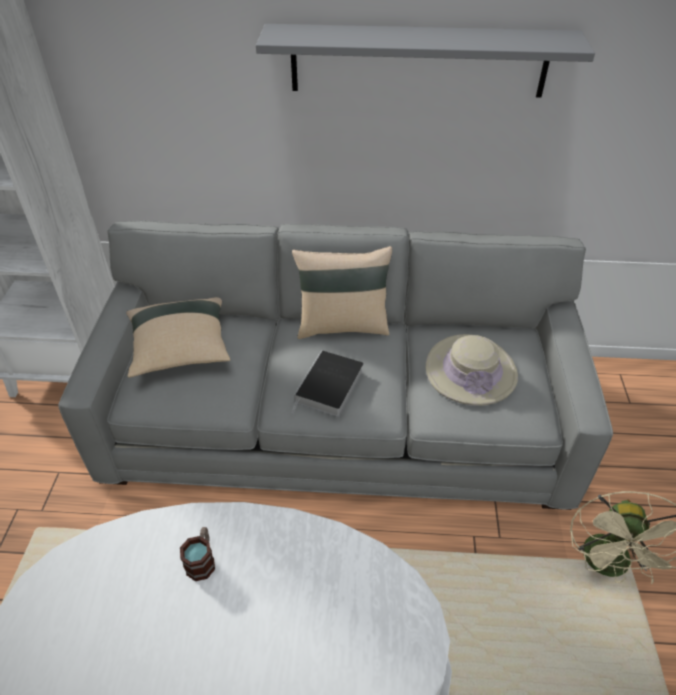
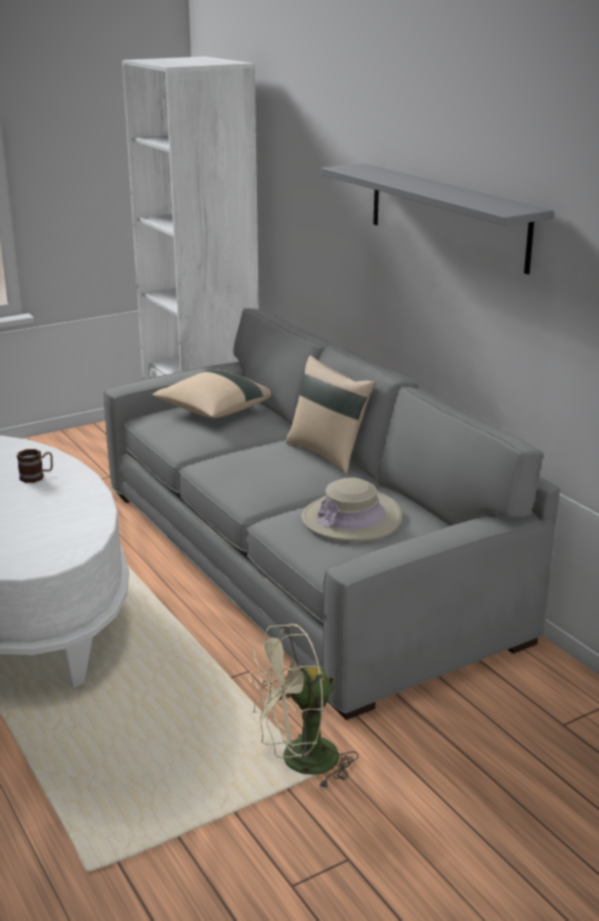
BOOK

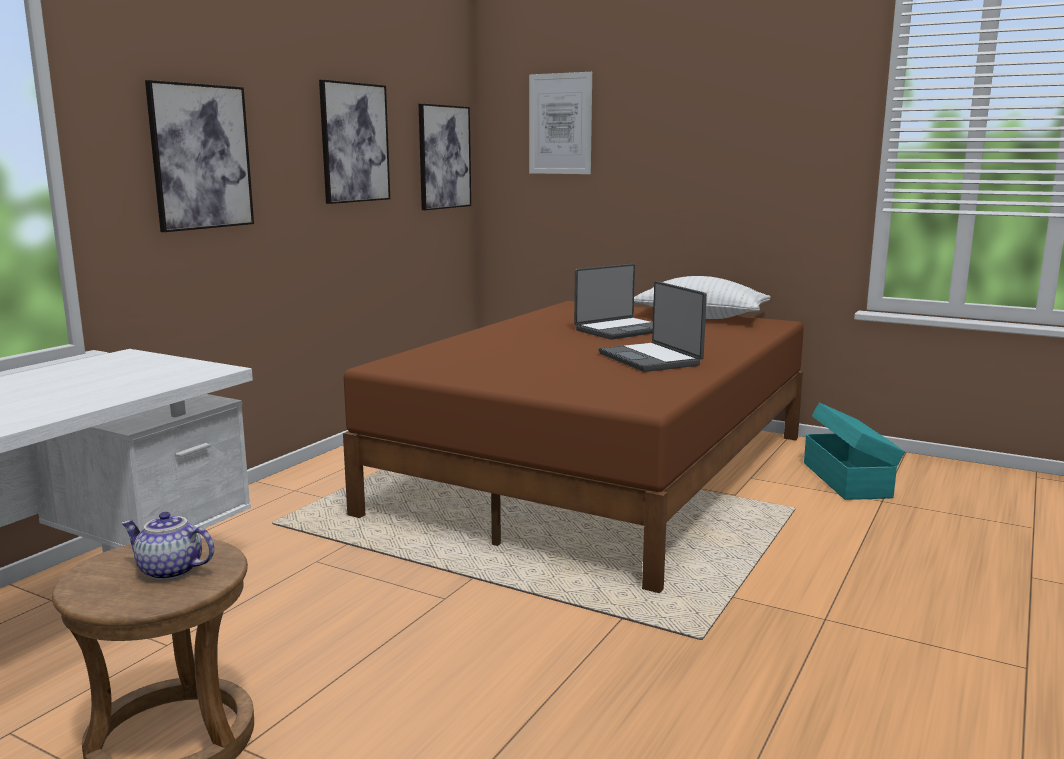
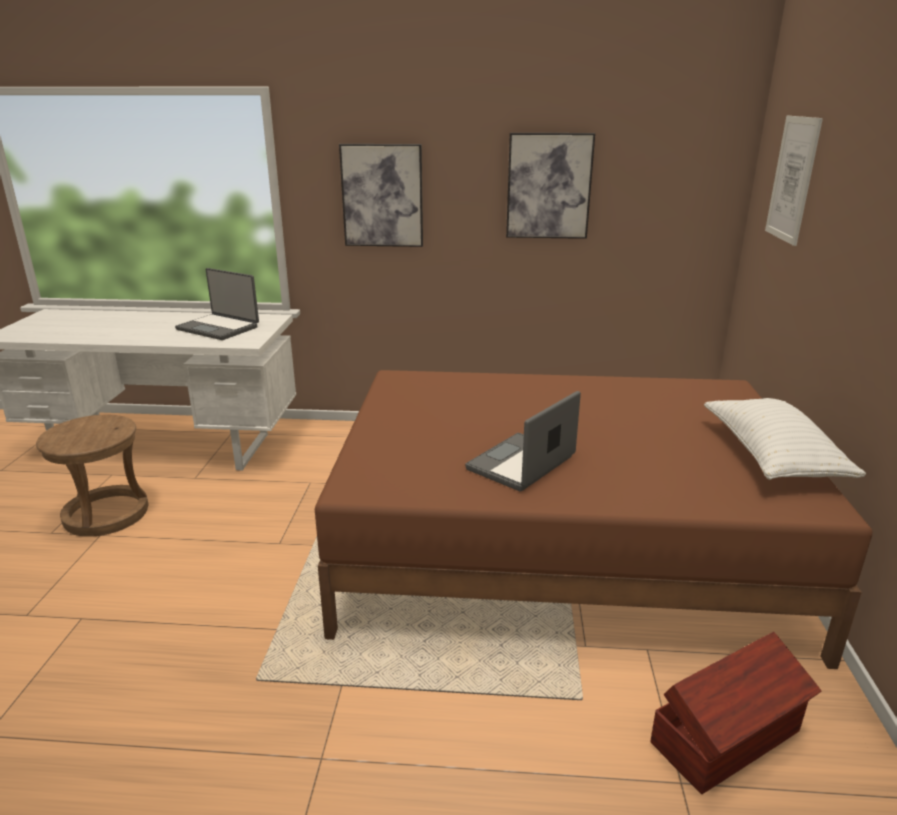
TEAPOT
WALL ART (no. 3 from left in the first image)
PORTABLE COMPUTER (no. 1 from left)
BROWN STORAGE BIN

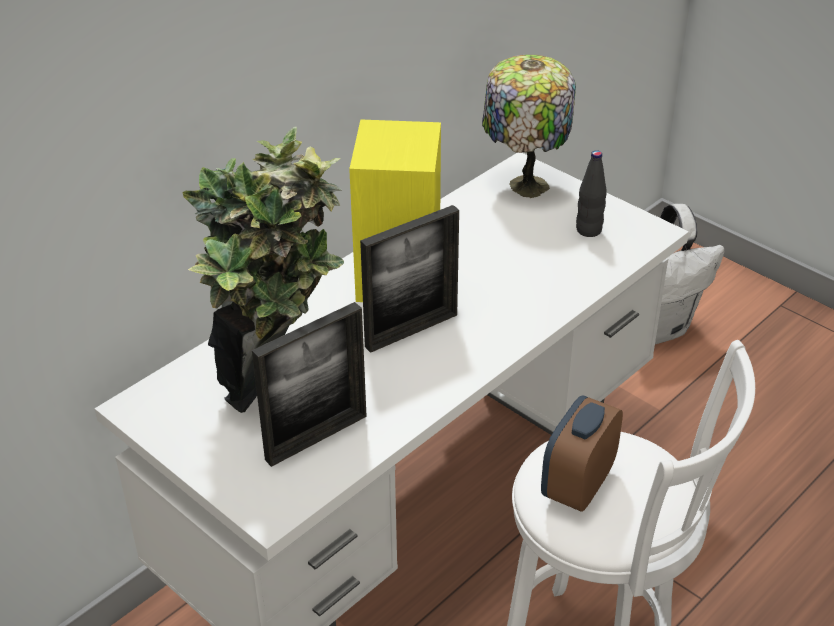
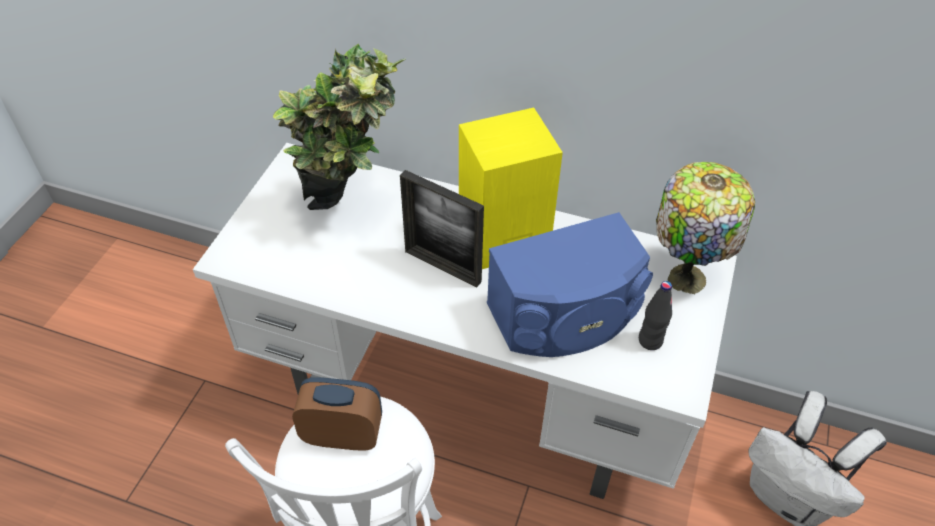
PICTURE FRAME (no. 1 from left in the first image)
BLUE SPEAKER

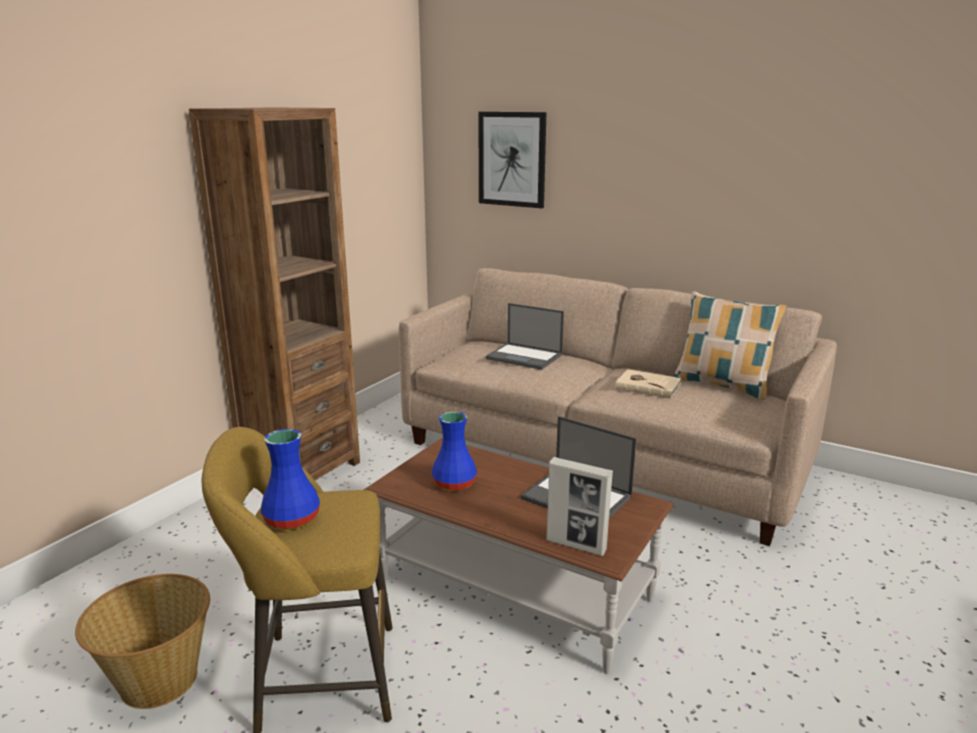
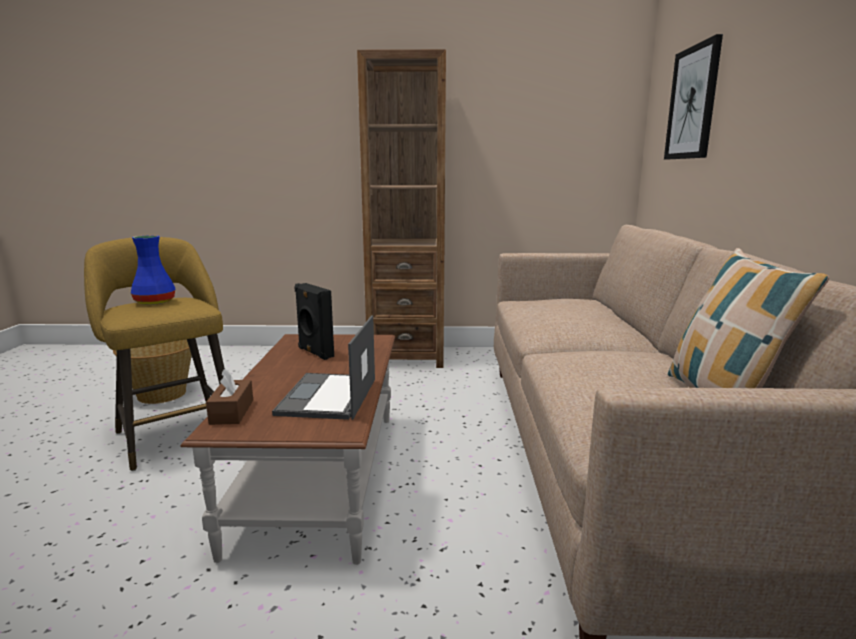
PORTABLE COMPUTER (no. 1 from left in the first image)
BEIGE-COLOURED BOOK
BLACK SPEAKER
BROWN BOX OF TISSUES

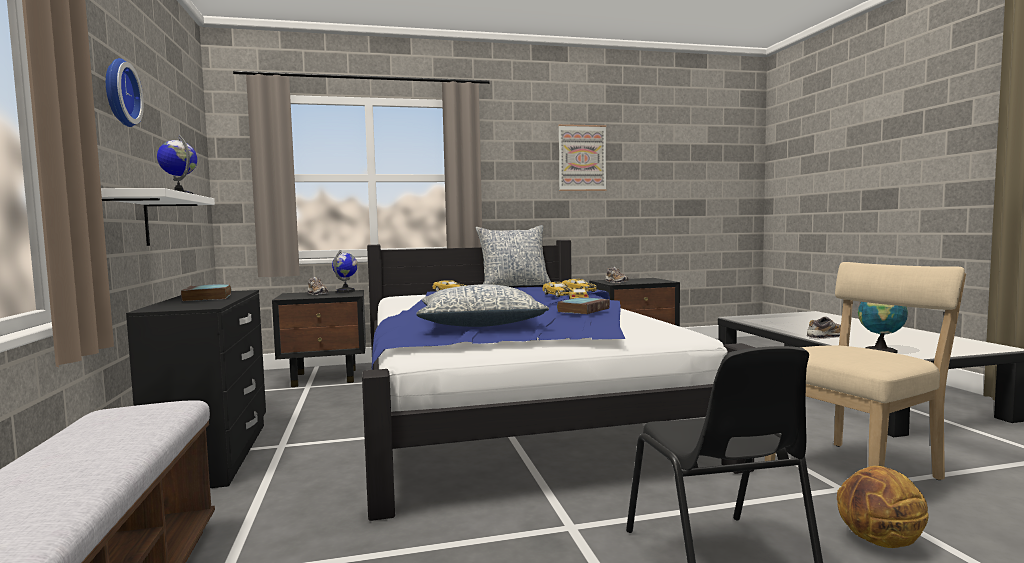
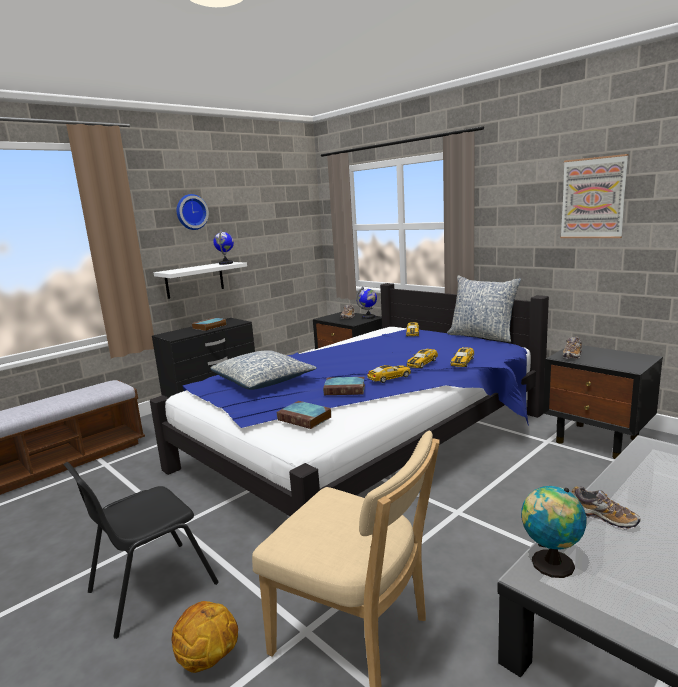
BOOK (no. 2 from left)

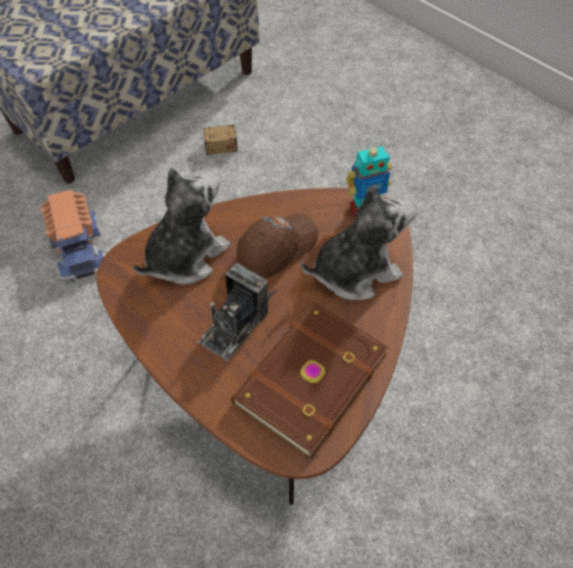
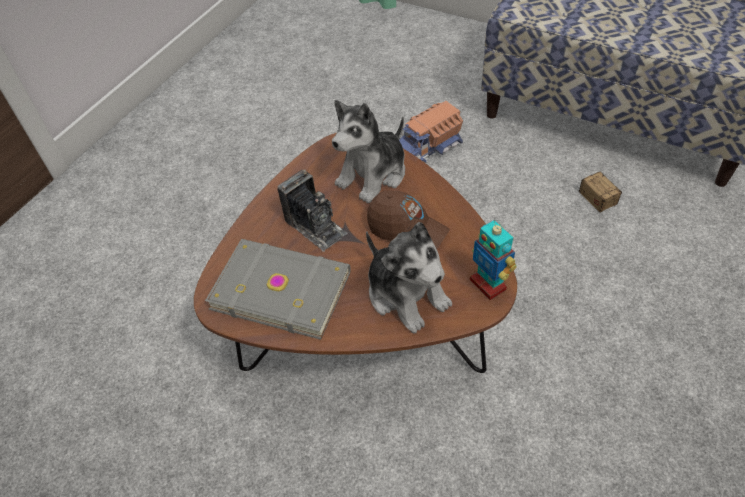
GRAY BOOK
CUDDLY TOY (no. 1 from left)
STILL CAMERA

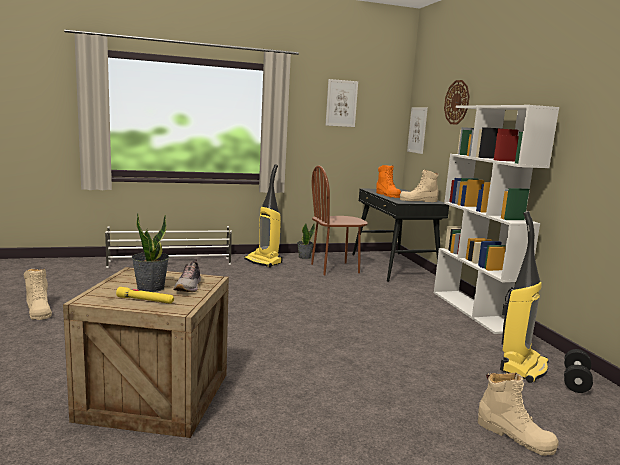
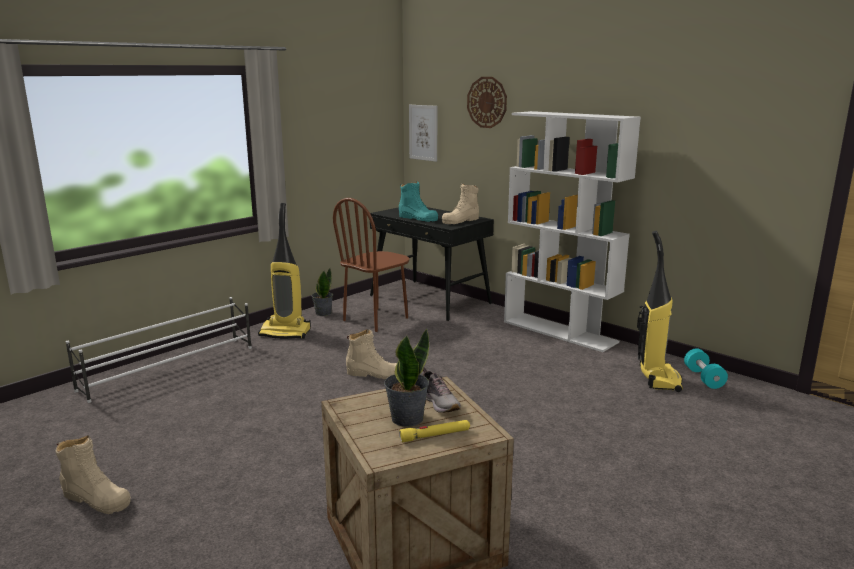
WALL ART (no. 1 from left in the first image)
BEIGE-COLOURED TALL BOOT (no. 2 from left)
BLUE-GREEN TALL BOOT
BLUE-GREEN FREE WEIGHT

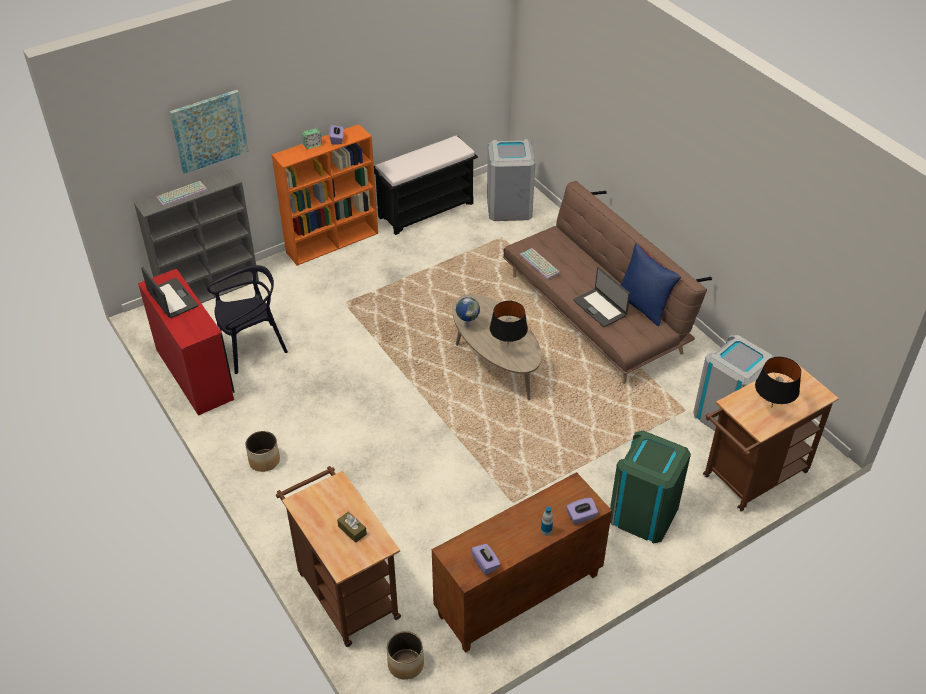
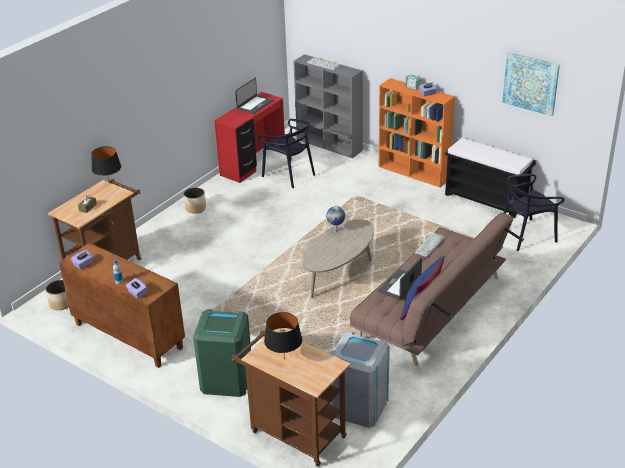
WALL ART
BLACK TABLETOP LAMP (no. 1 from left)
BLACK CHAIR (no. 2 from left)

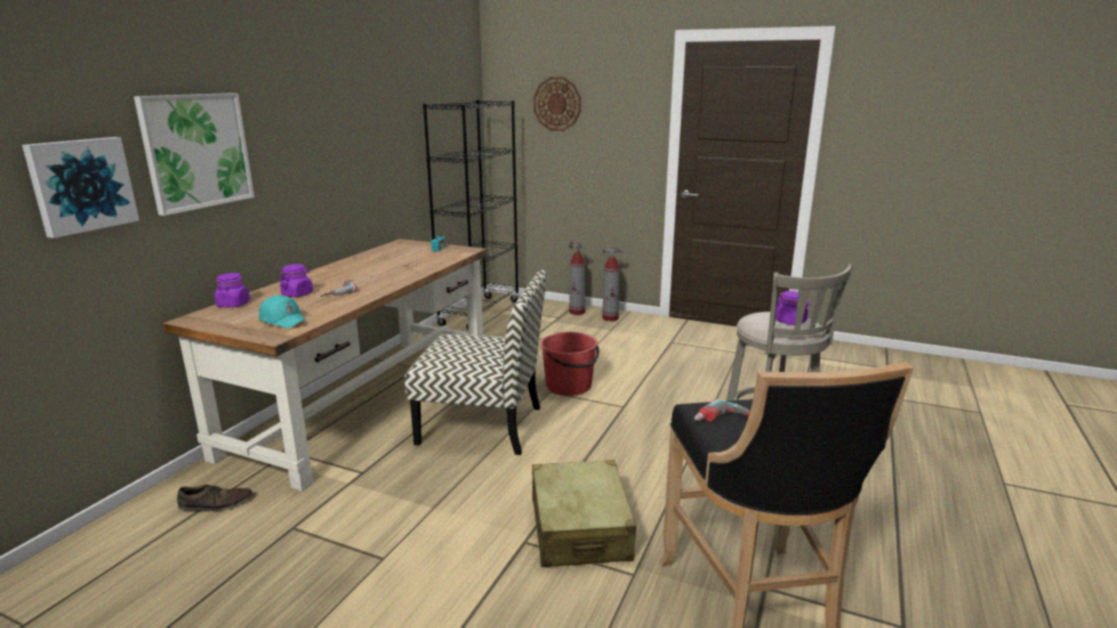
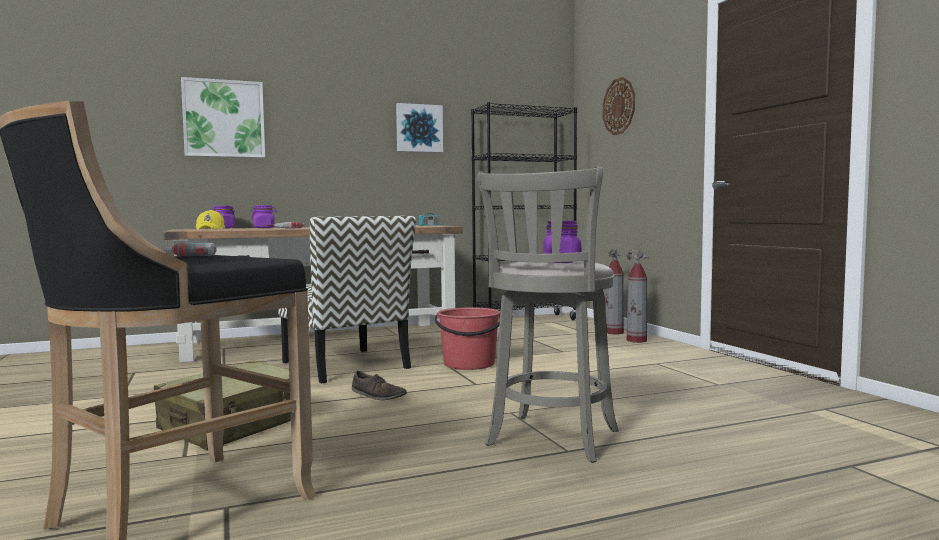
WALL ART (no. 2 from left)
BROWN LOW SHOE
YELLOW-COLOURED BASEBALL CAP

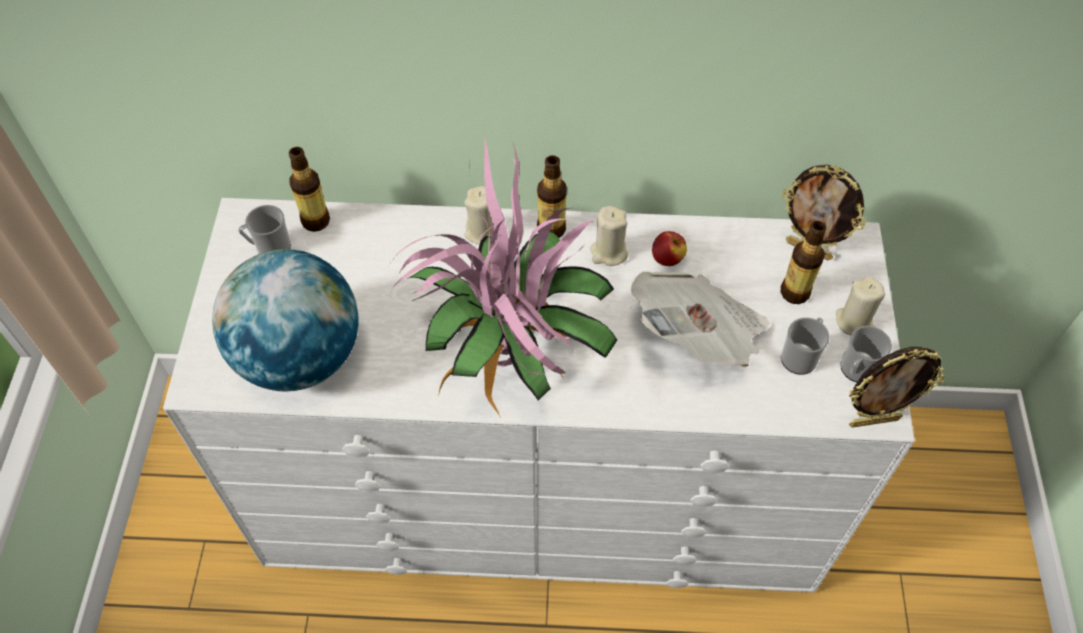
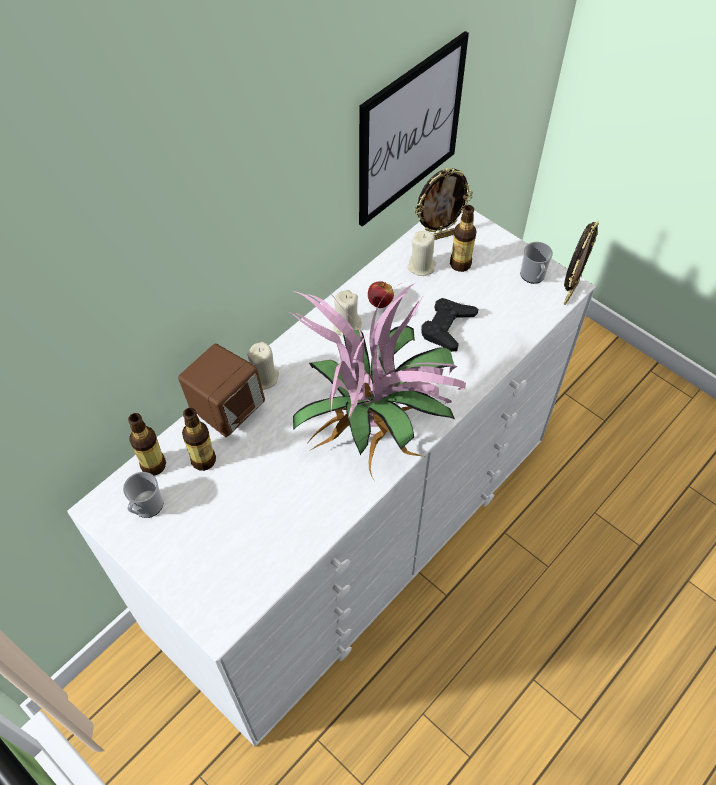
WORLD GLOBE
COFFEE MUG (no. 2 from left in the first image)
BROWN SPEAKER
WALL ART
BOTTLE (no. 2 from left)
BEIGE-COLOURED WAX CANDLE (no. 3 from left)
BLACK GAME CONTROLLER

